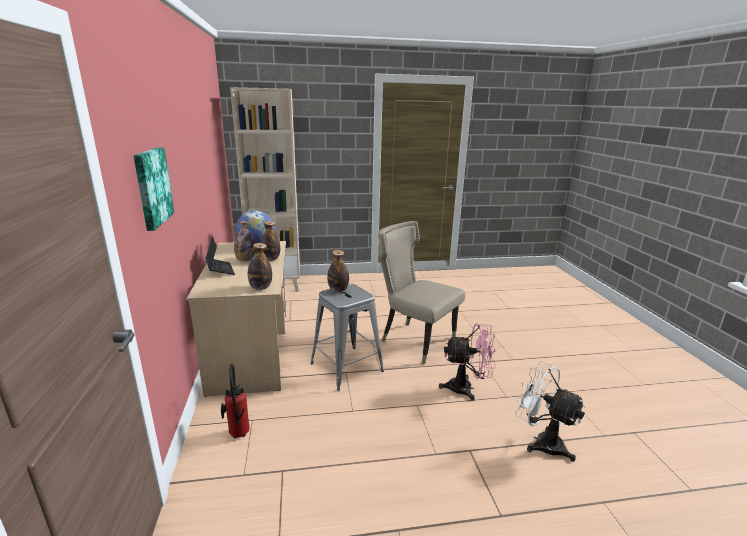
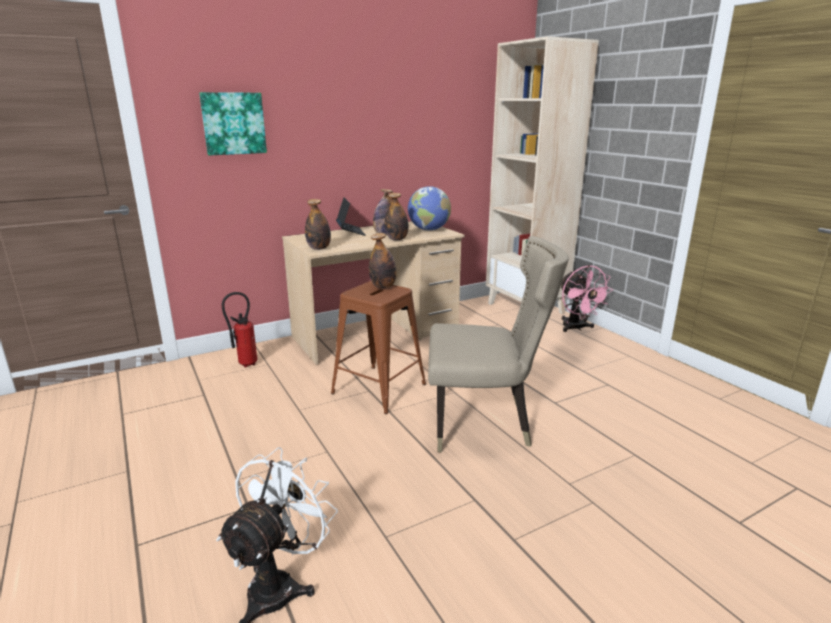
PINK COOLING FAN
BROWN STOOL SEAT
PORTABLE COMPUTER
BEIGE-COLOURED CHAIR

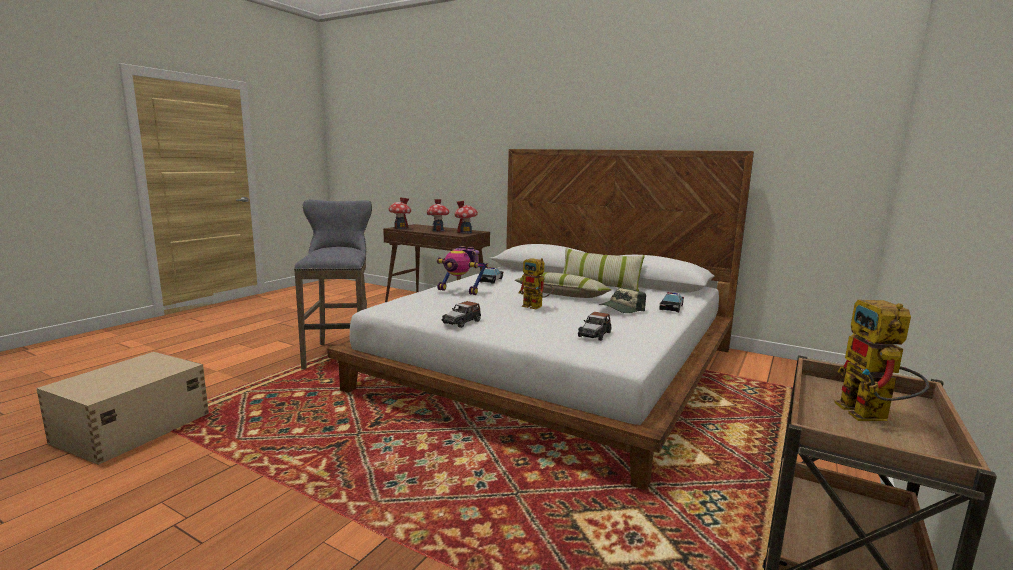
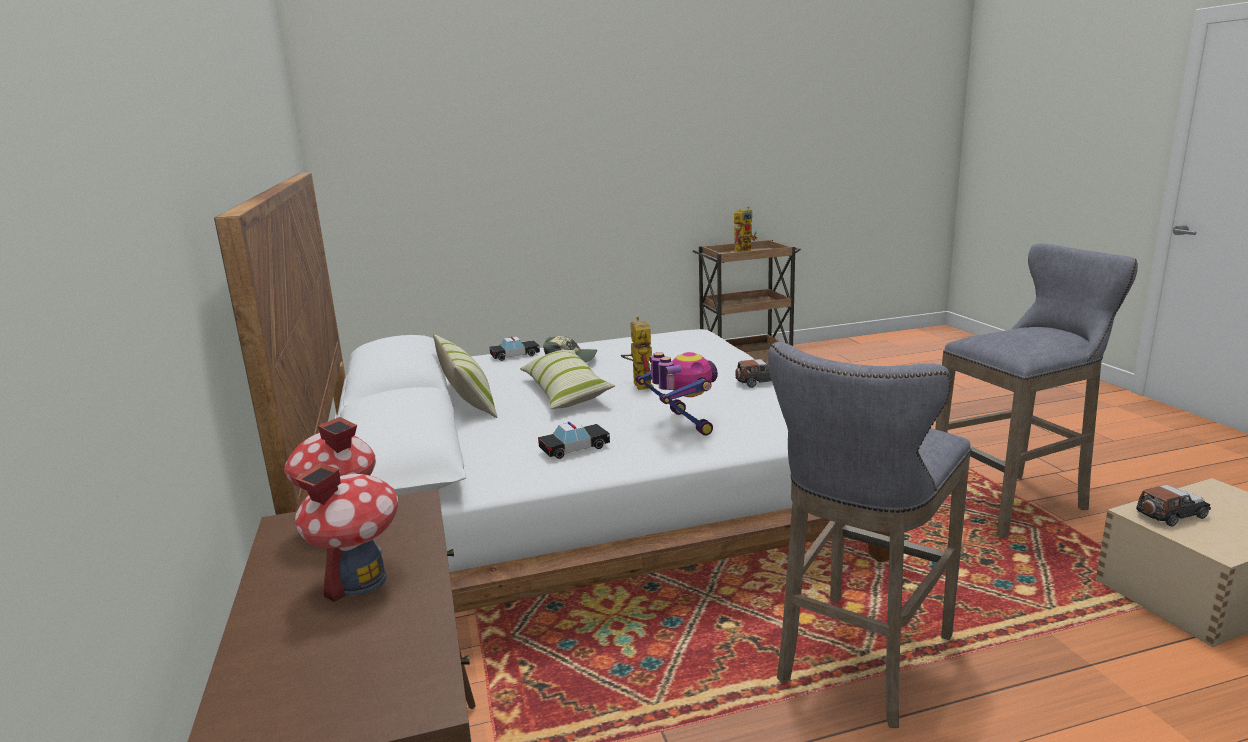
MINIATURE HOUSE (no. 1 from left in the first image)
GRAY STOOL SEAT (no. 2 from left)
MODEL CAR (no. 4 from left)

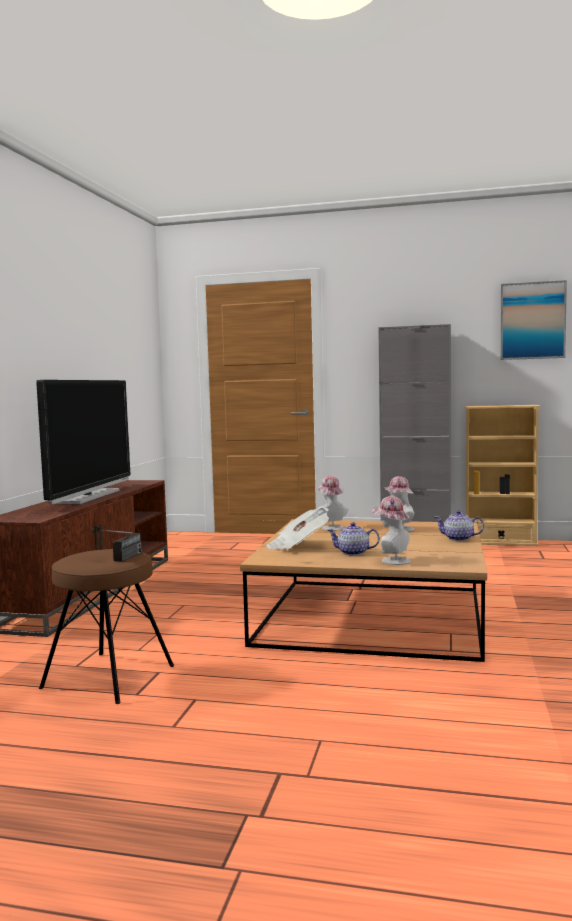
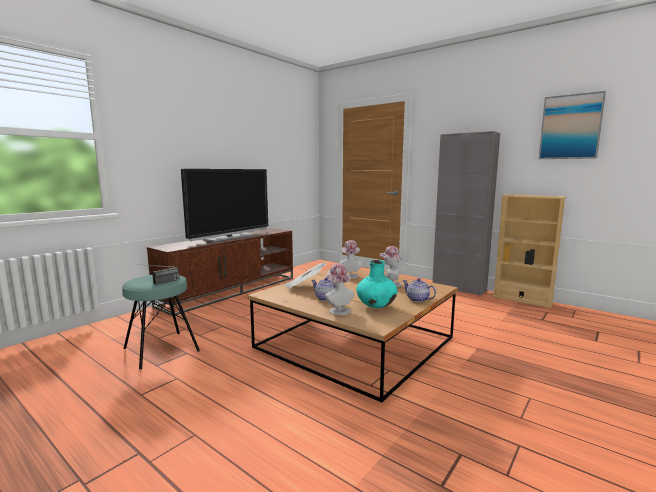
BLUE-GREEN FLOWER VASE
BLUE-GREEN STOOL SEAT

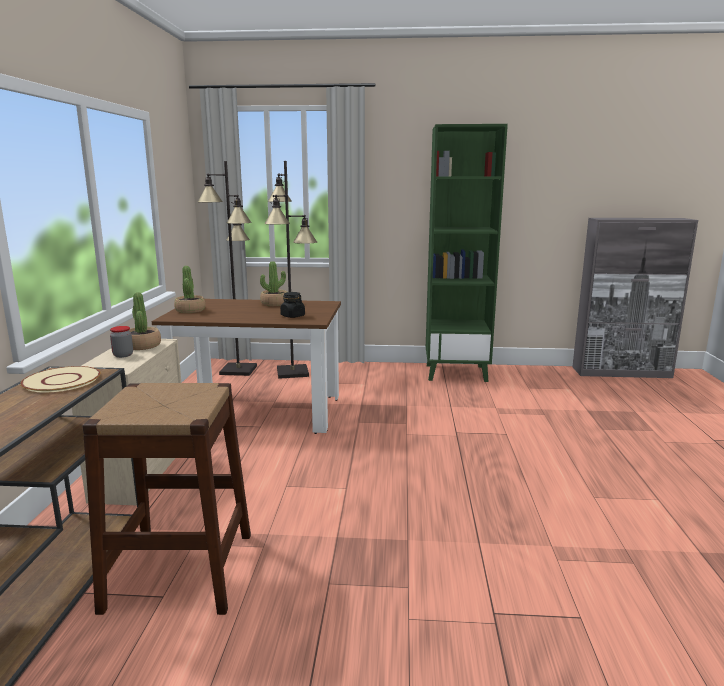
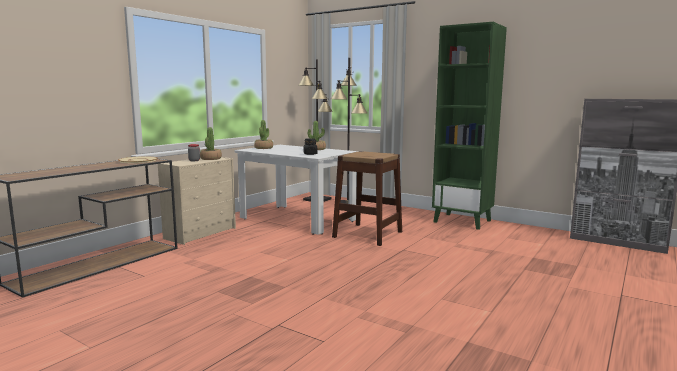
BROWN STOOL SEAT
WHITE DINING TABLE

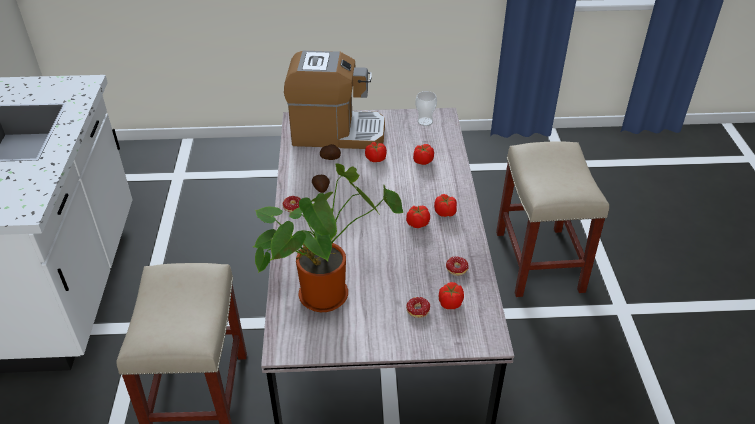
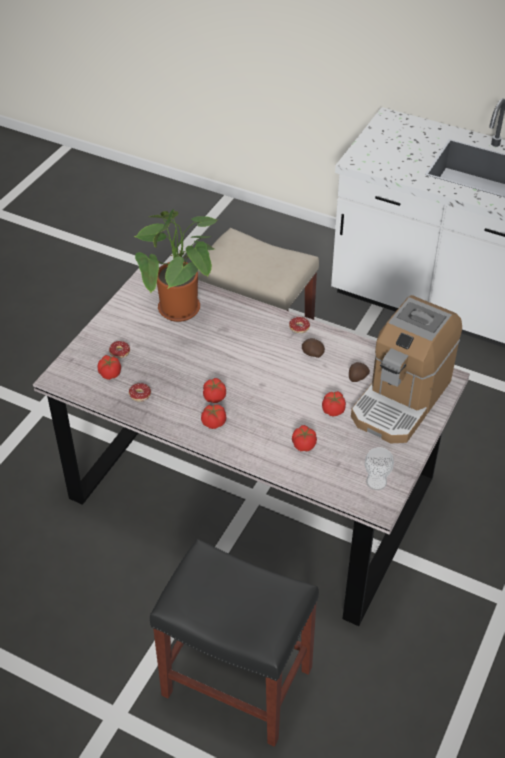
BLACK STOOL SEAT

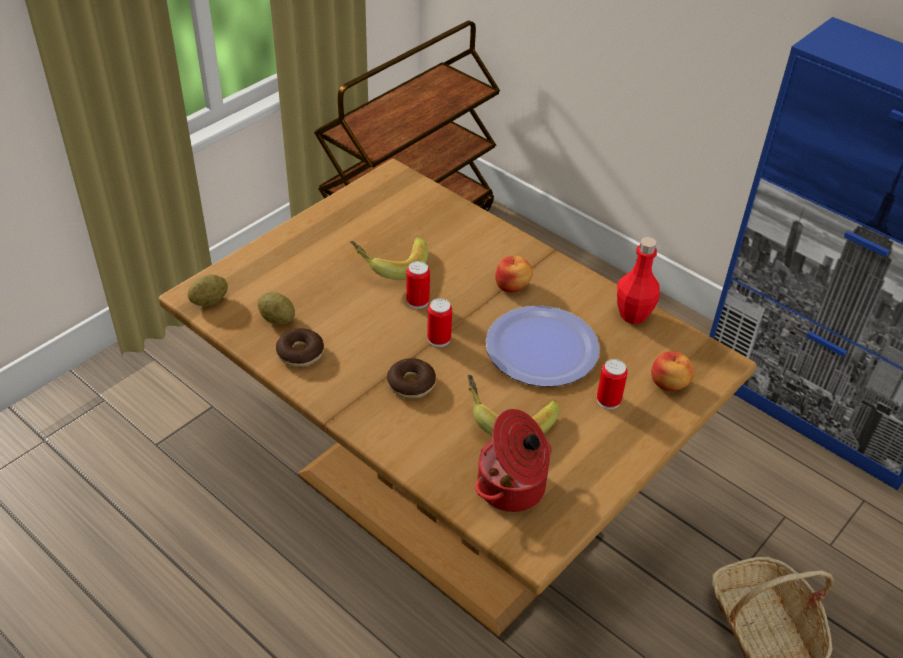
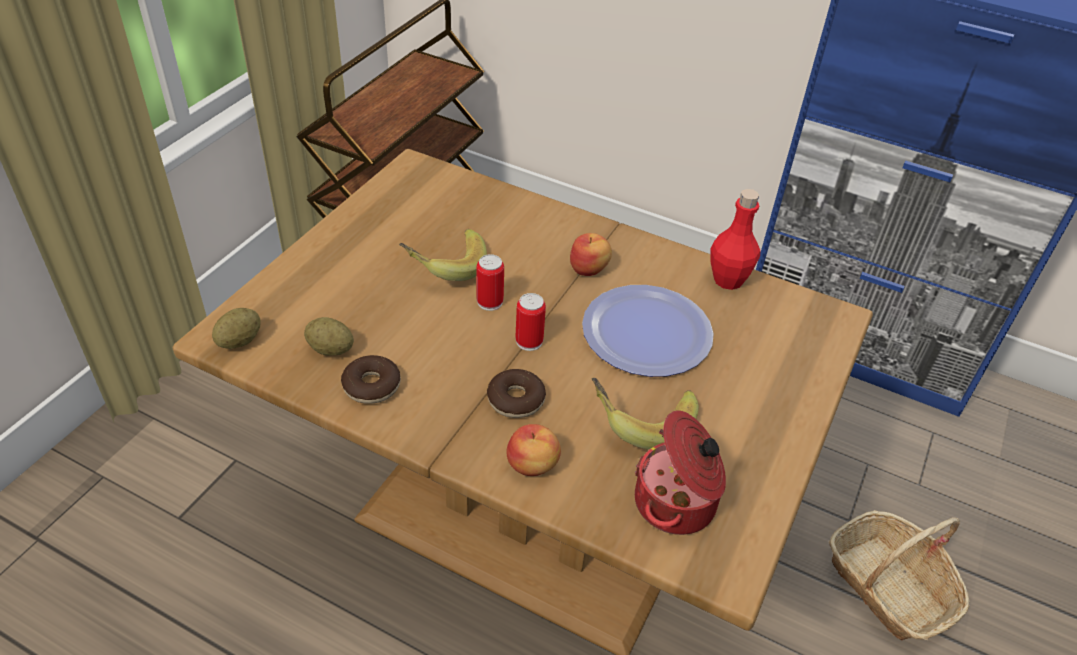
CAN (no. 3 from left in the first image)
WHOLE APPLE (no. 1 from left)

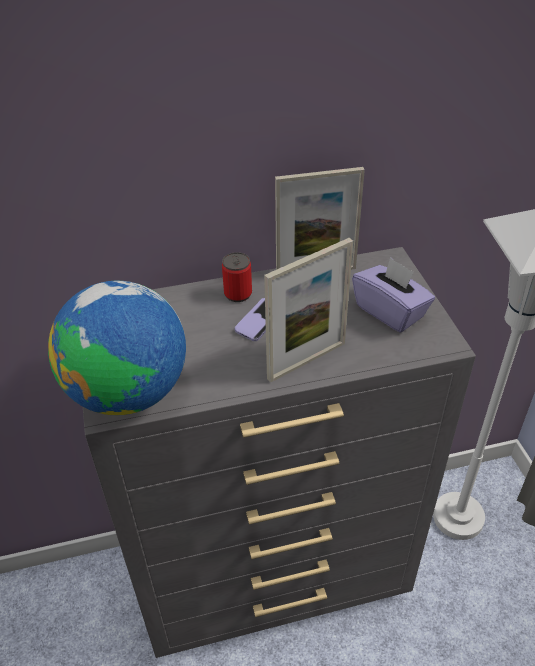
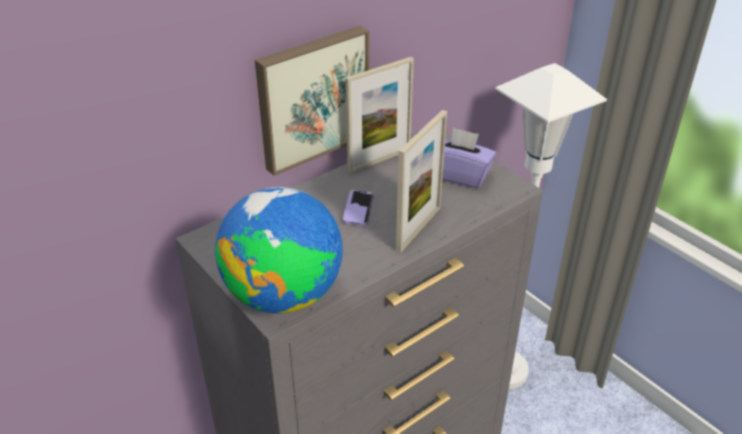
CAN
WALL ART

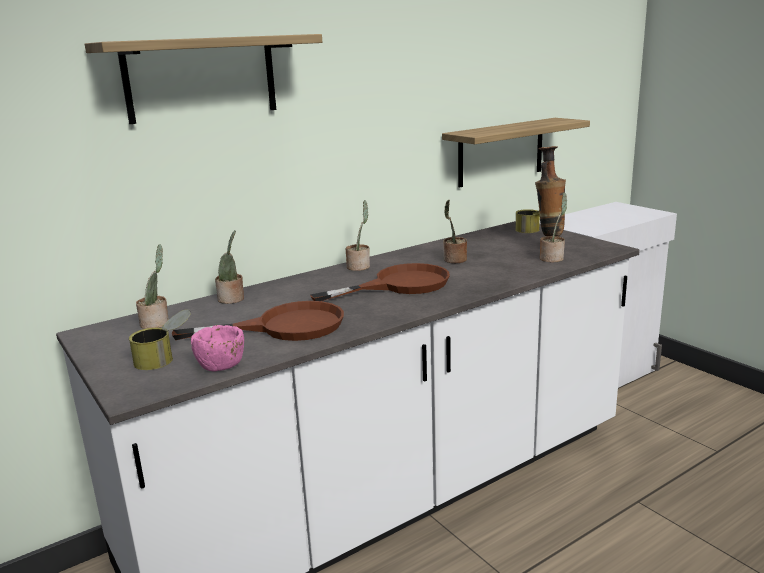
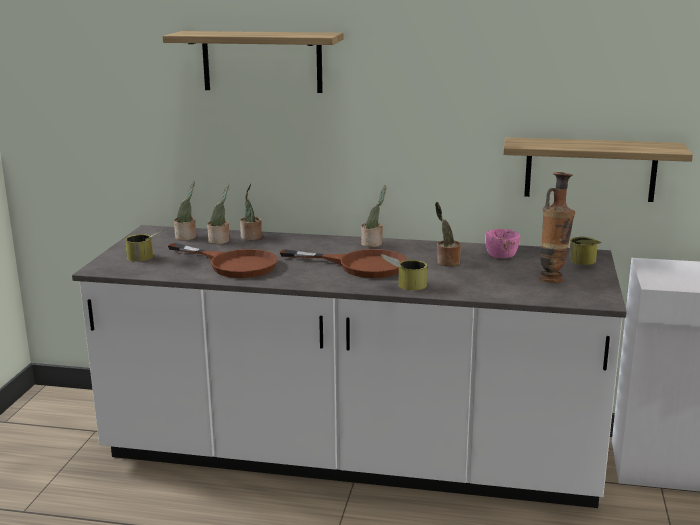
CAN (no. 2 from left)
PINK DEEP DISH
POTTED PLANT (no. 2 from left)

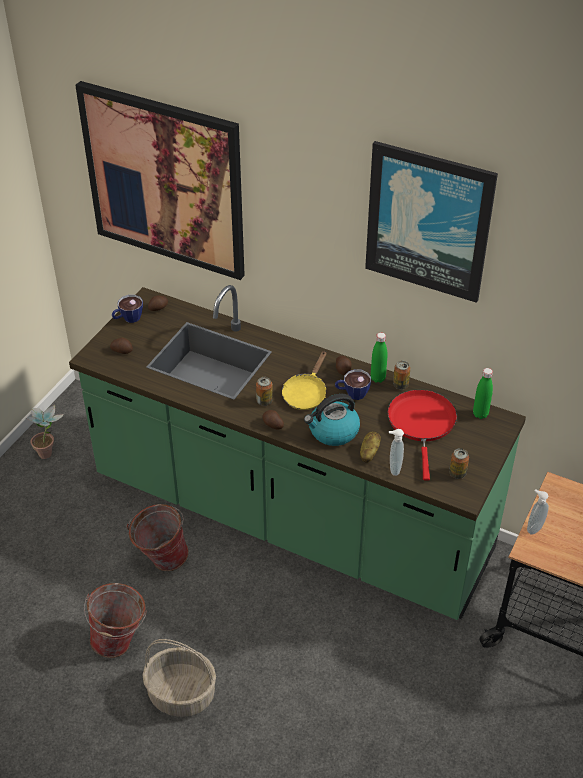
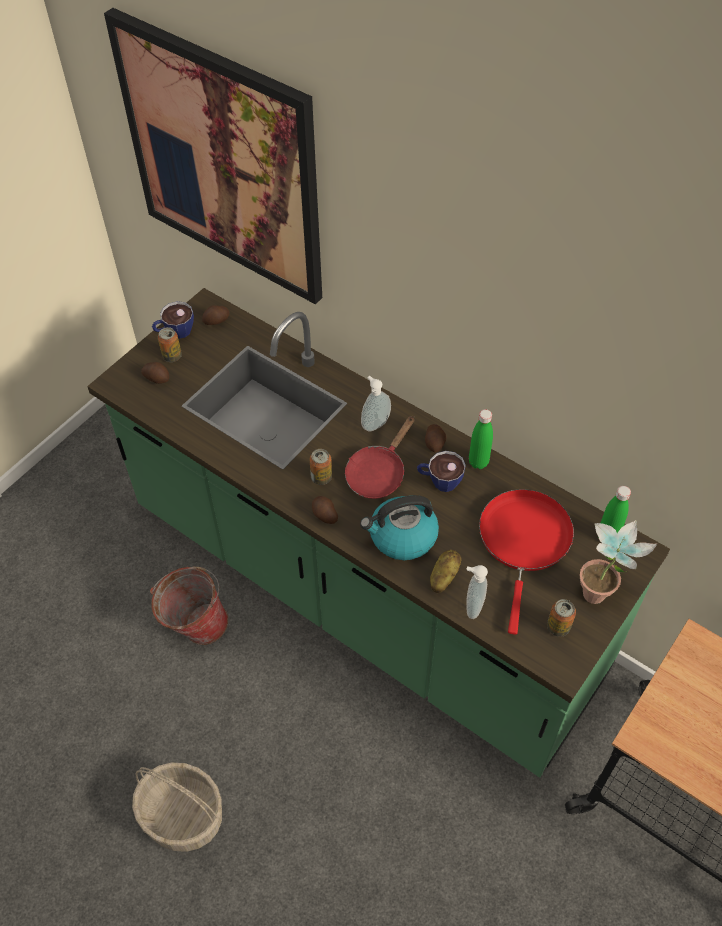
WATER BUCKET (no. 1 from left in the first image)
WALL ART (no. 2 from left in the first image)
POTTED PLANT
CAN (no. 1 from left)
LIQUID SOAP BOTTLE (no. 1 from left)
REDDISH SKILLET (no. 1 from left)

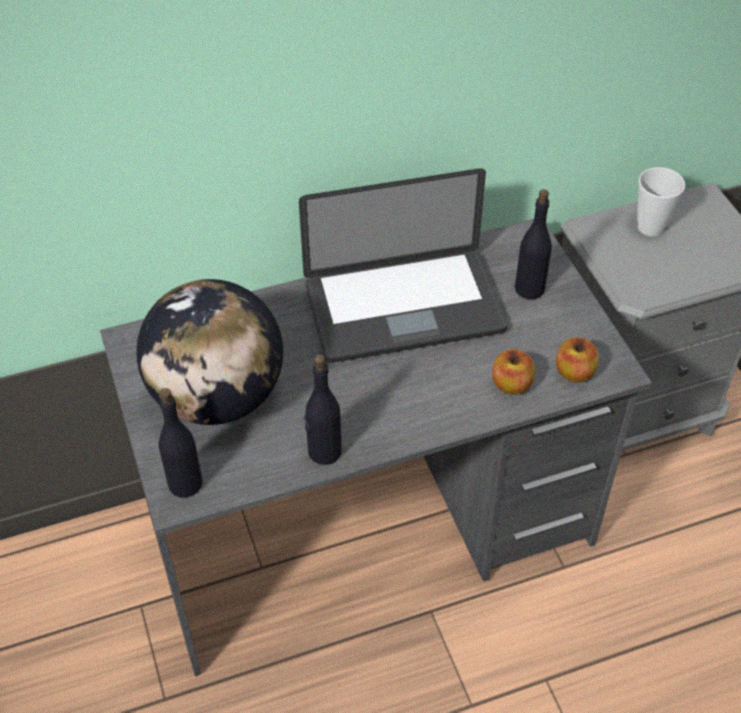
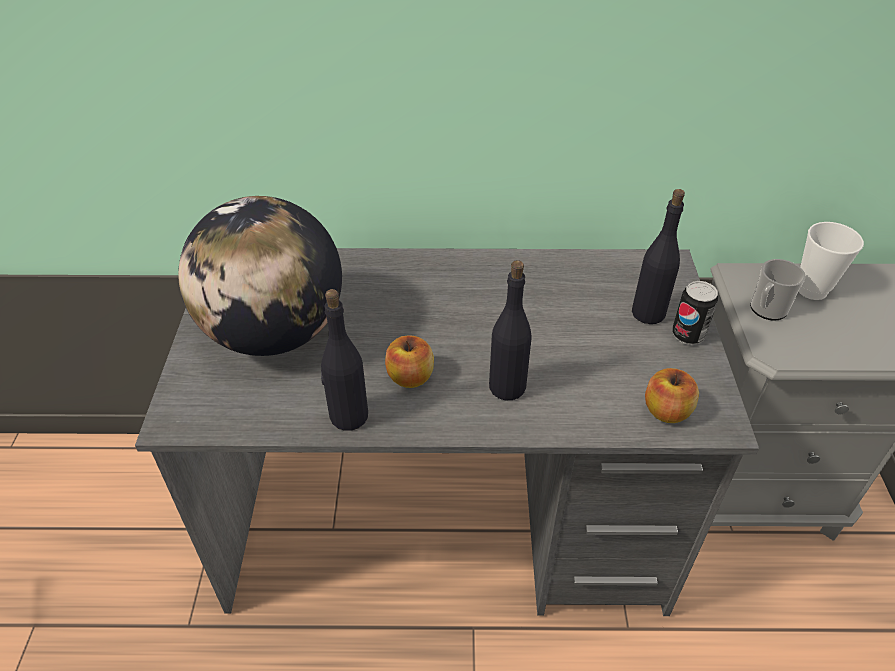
PORTABLE COMPUTER
CAN
COFFEE MUG
BLACK BOTTLE (no. 2 from left)
WHOLE APPLE (no. 1 from left)

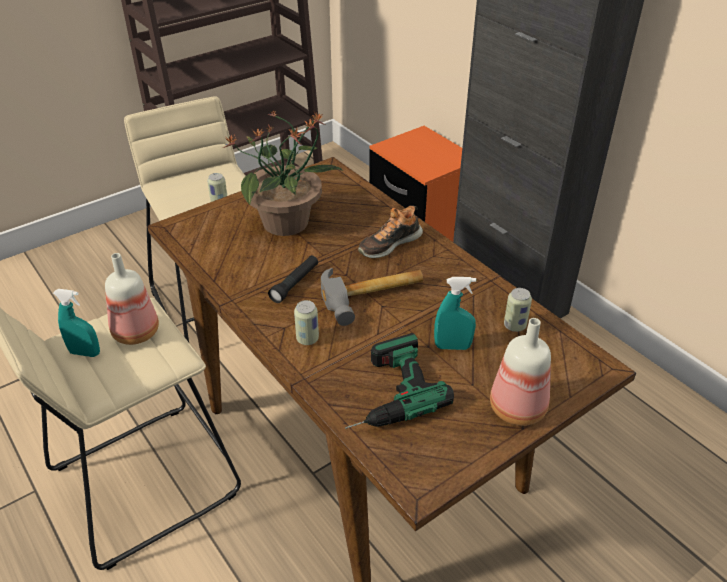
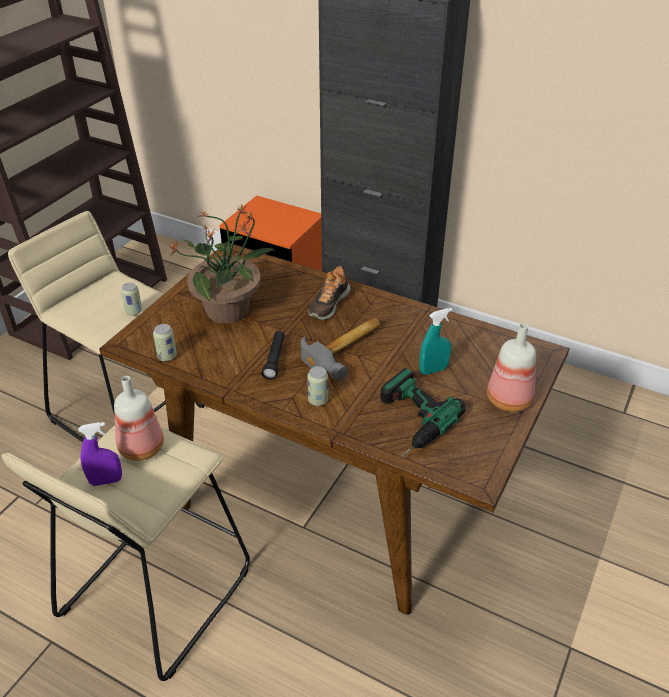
CAN (no. 2 from left)
PURPLE SPRAYER

